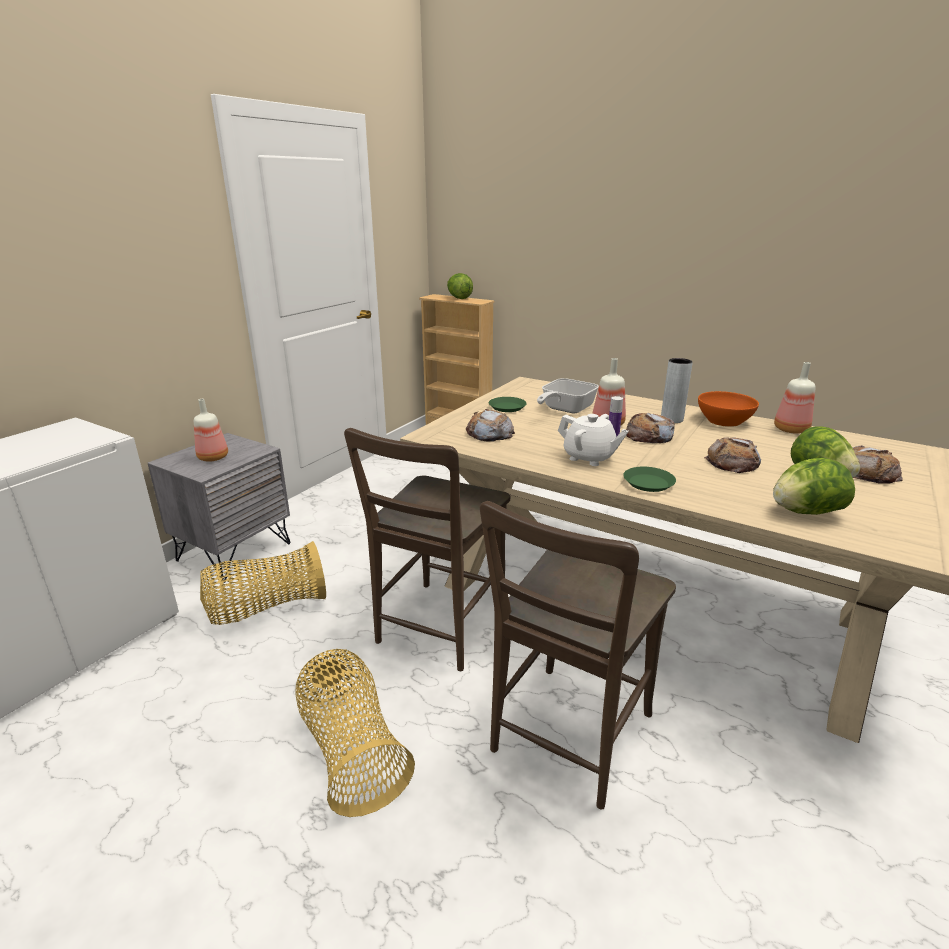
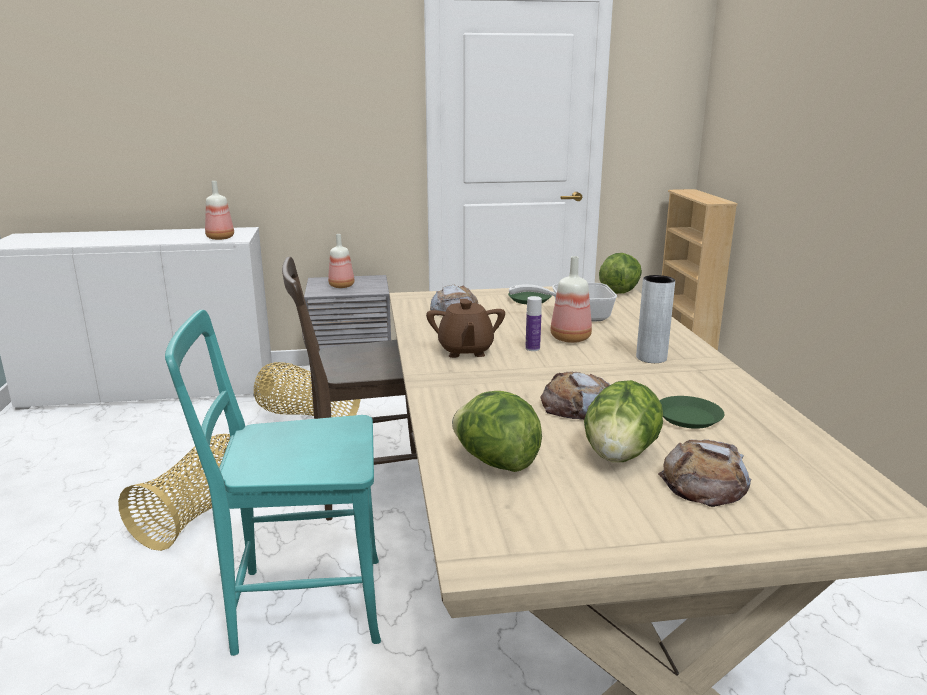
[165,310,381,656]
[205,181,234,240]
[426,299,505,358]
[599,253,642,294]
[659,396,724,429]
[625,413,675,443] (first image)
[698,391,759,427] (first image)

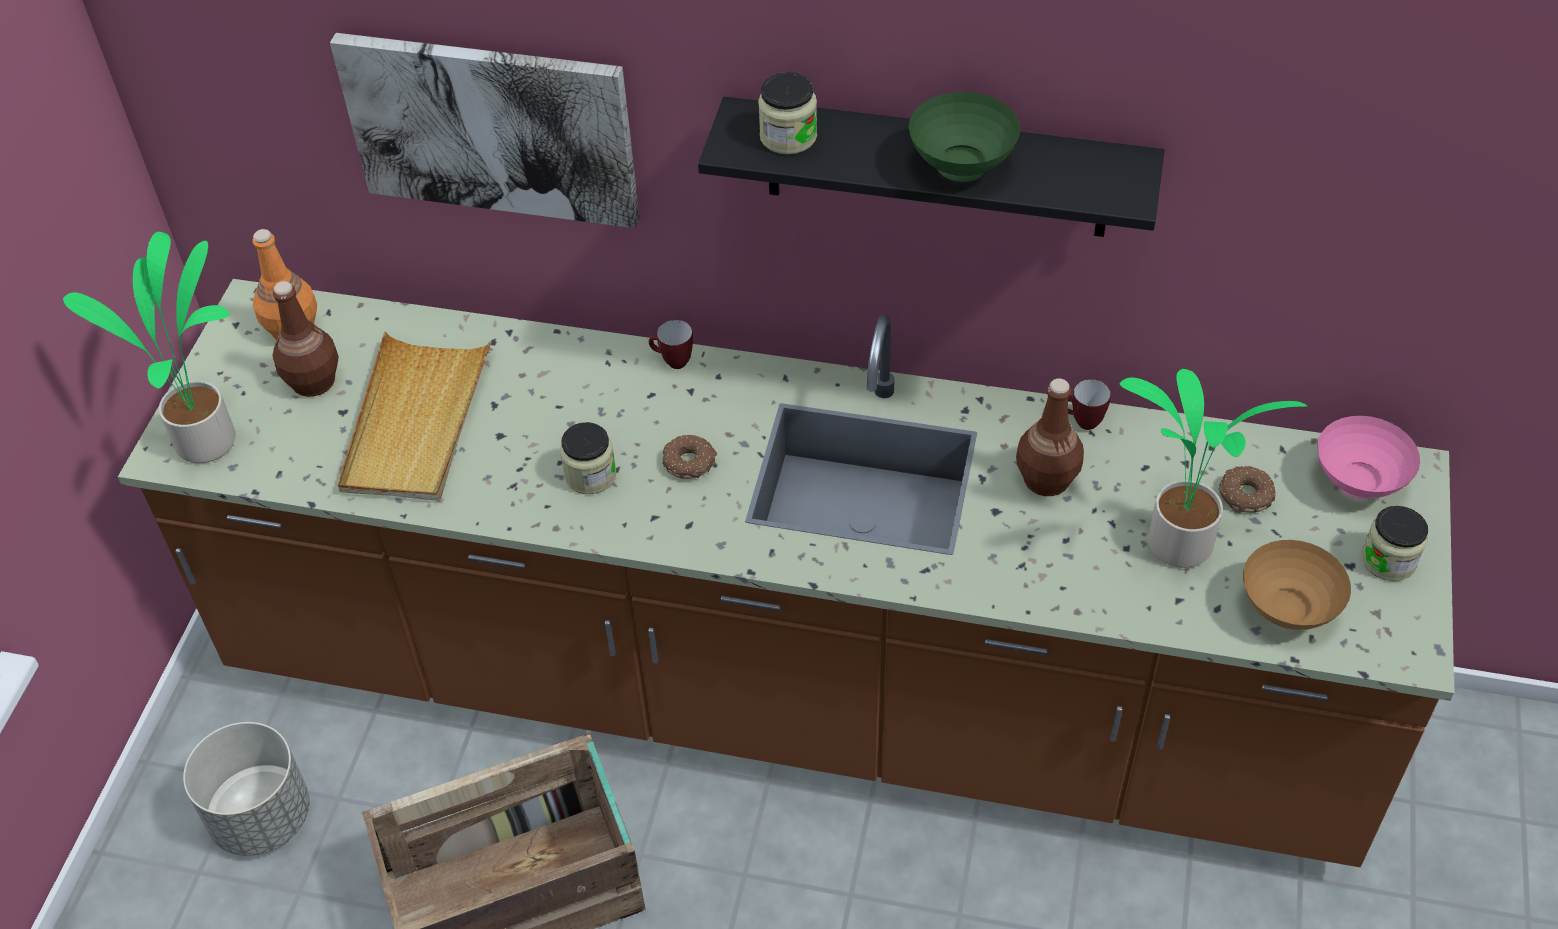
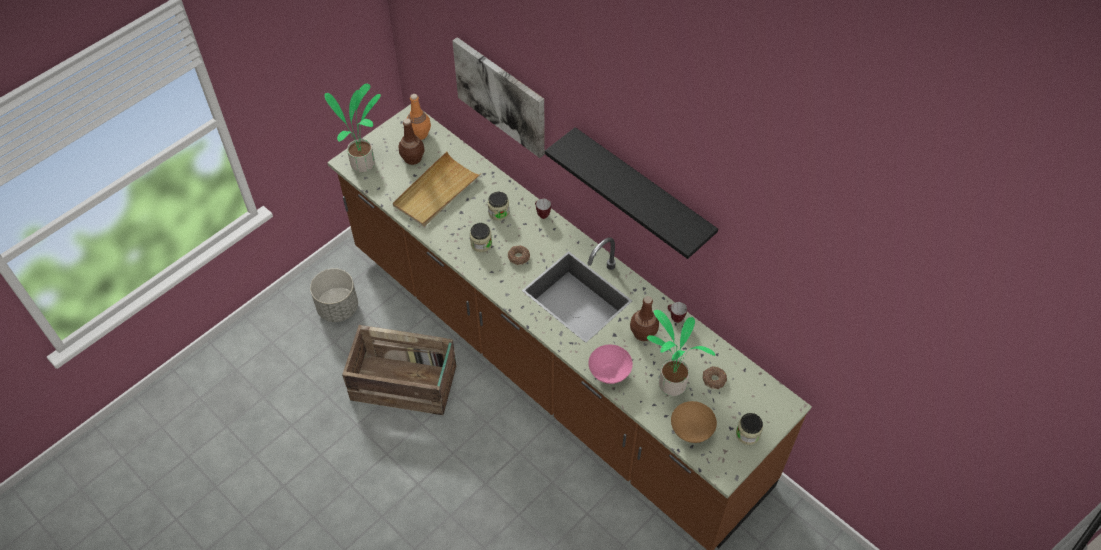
[488,191,509,221]
[588,344,633,384]
[909,92,1020,182] (first image)

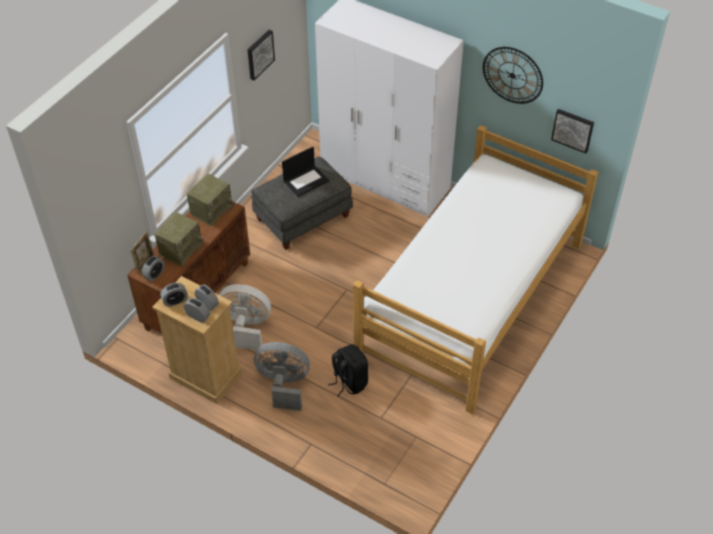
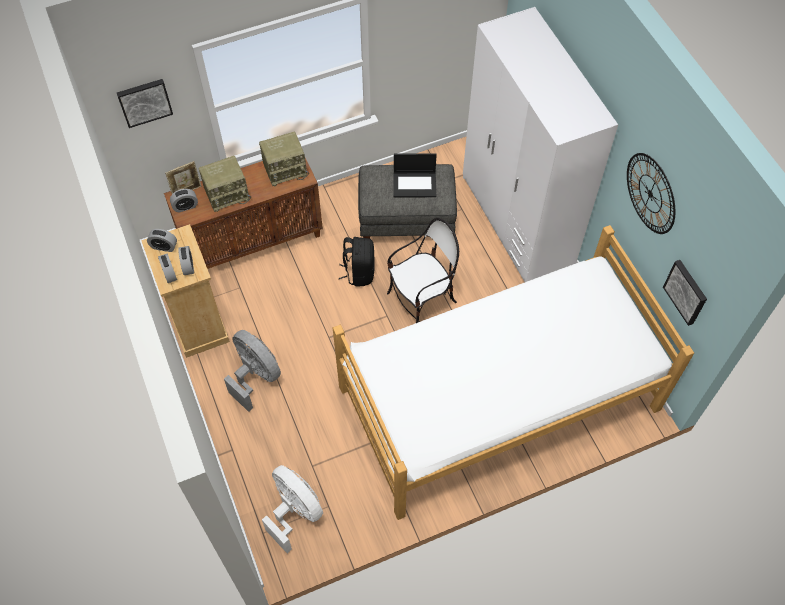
[117,79,173,128]
[262,465,323,553]
[339,237,375,286]
[387,218,459,323]

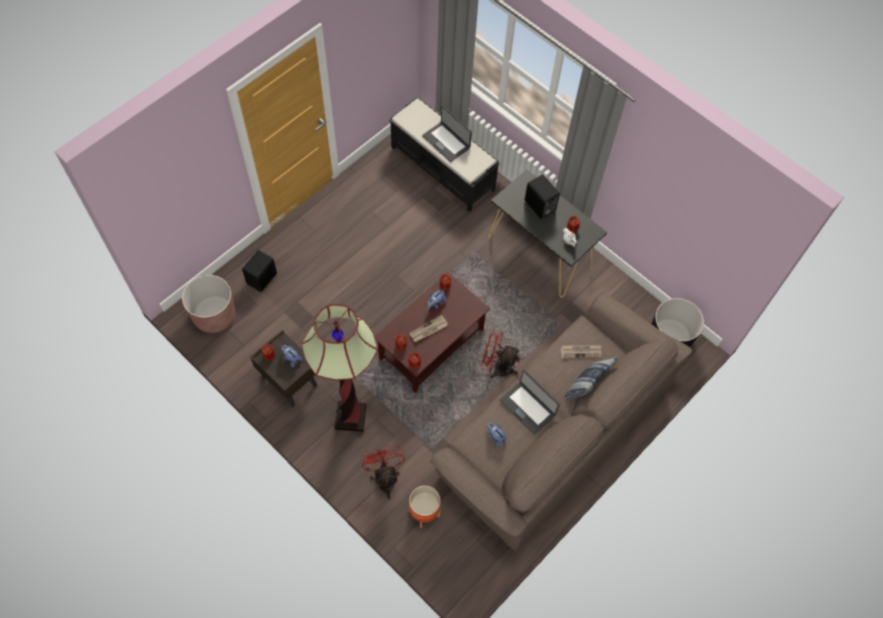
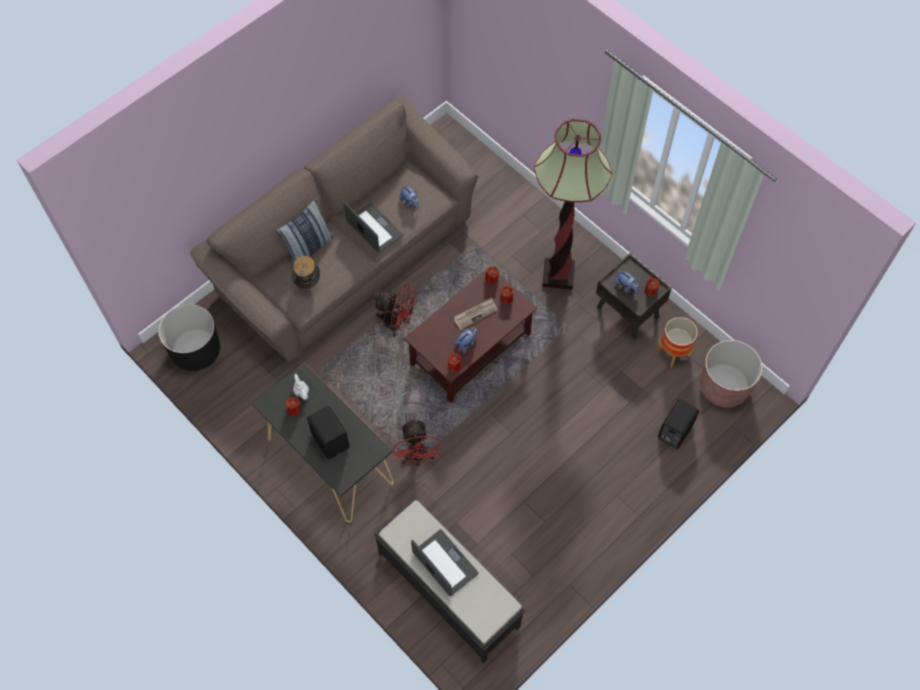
[292,256,320,289]
[393,418,442,467]
[658,317,698,367]

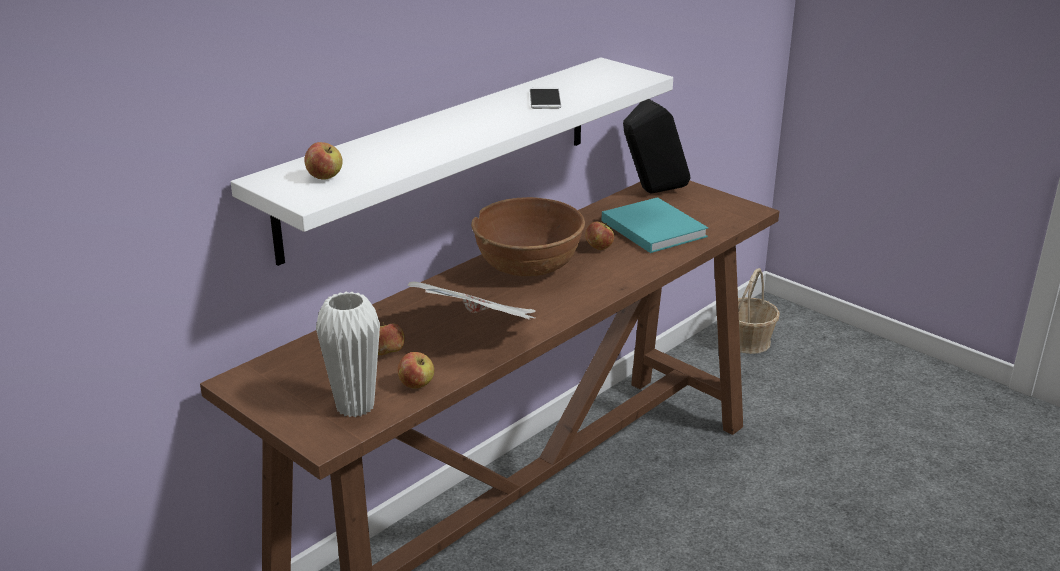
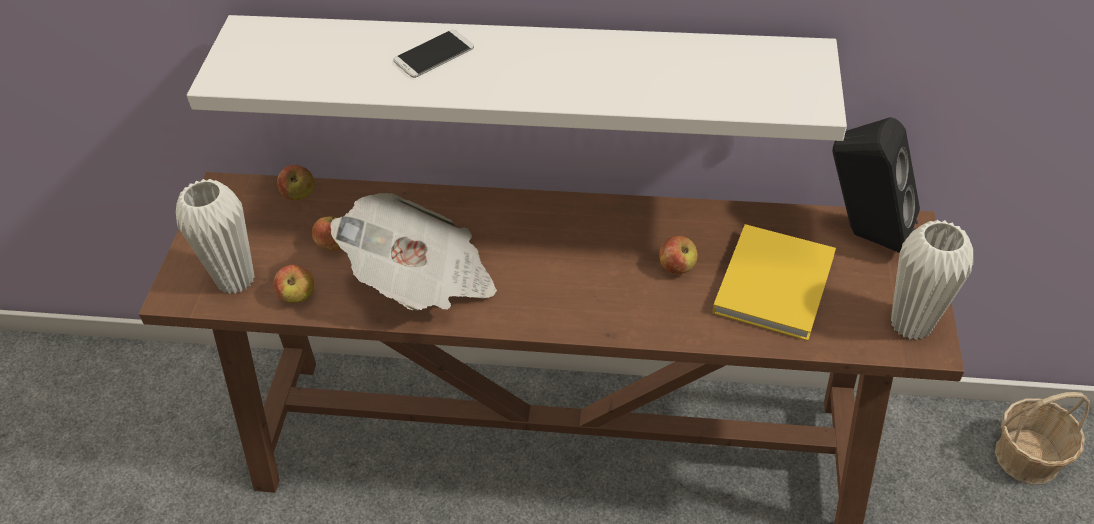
[277,165,314,200]
[393,30,474,78]
[712,224,836,341]
[891,220,973,340]
[471,197,585,276] (first image)

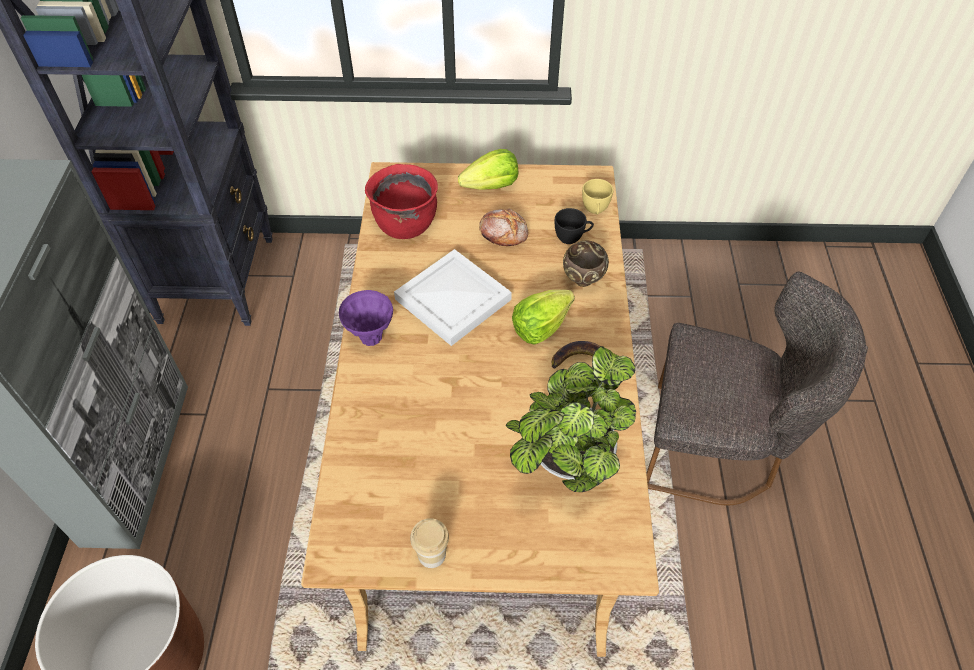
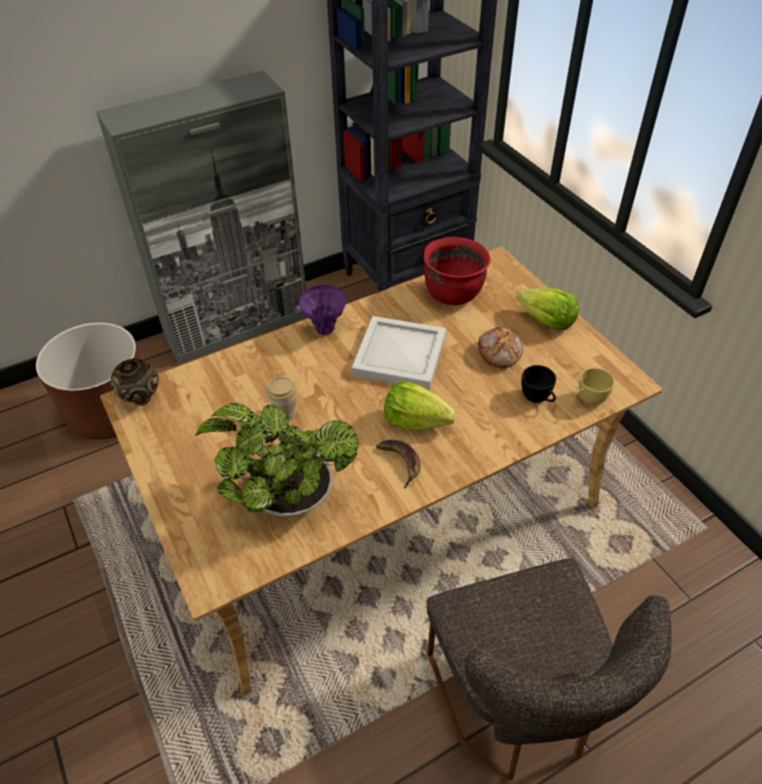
[111,359,159,406]
[266,377,297,420]

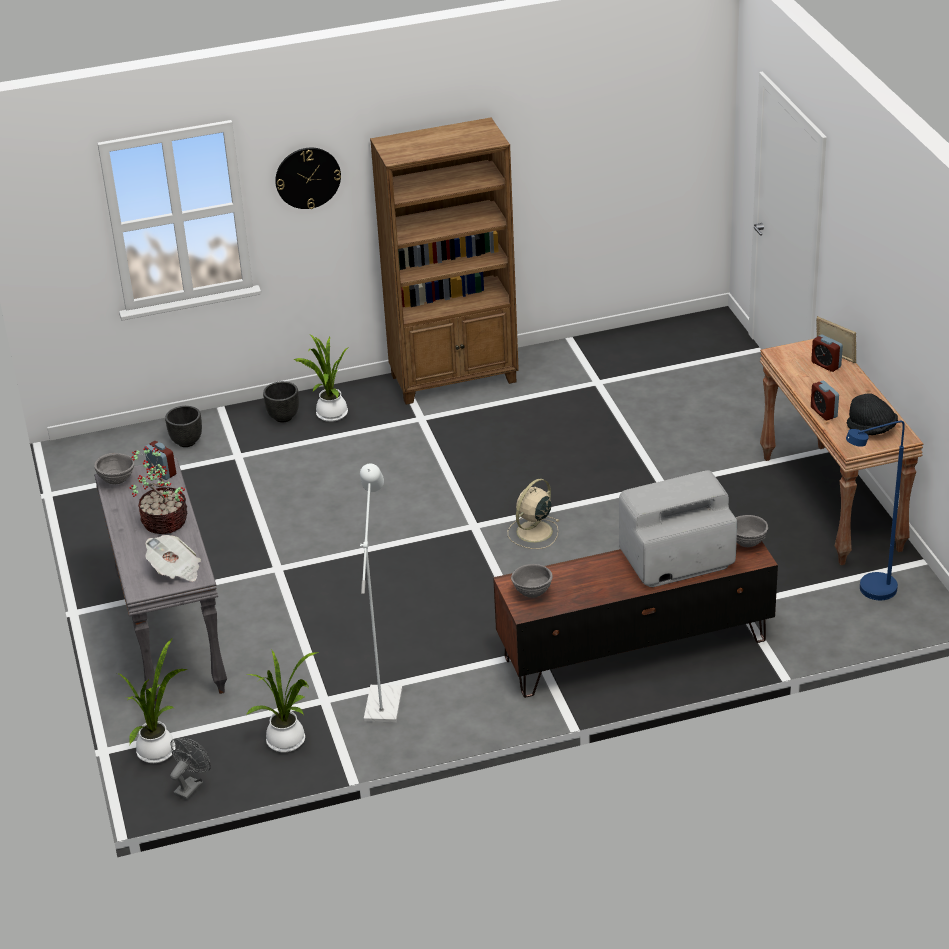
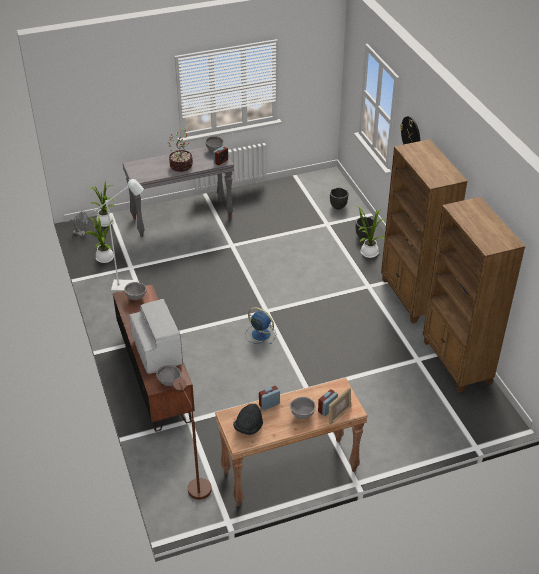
[173,378,212,500]
[245,307,276,344]
[290,397,316,419]
[423,197,525,393]
[145,535,201,582] (first image)

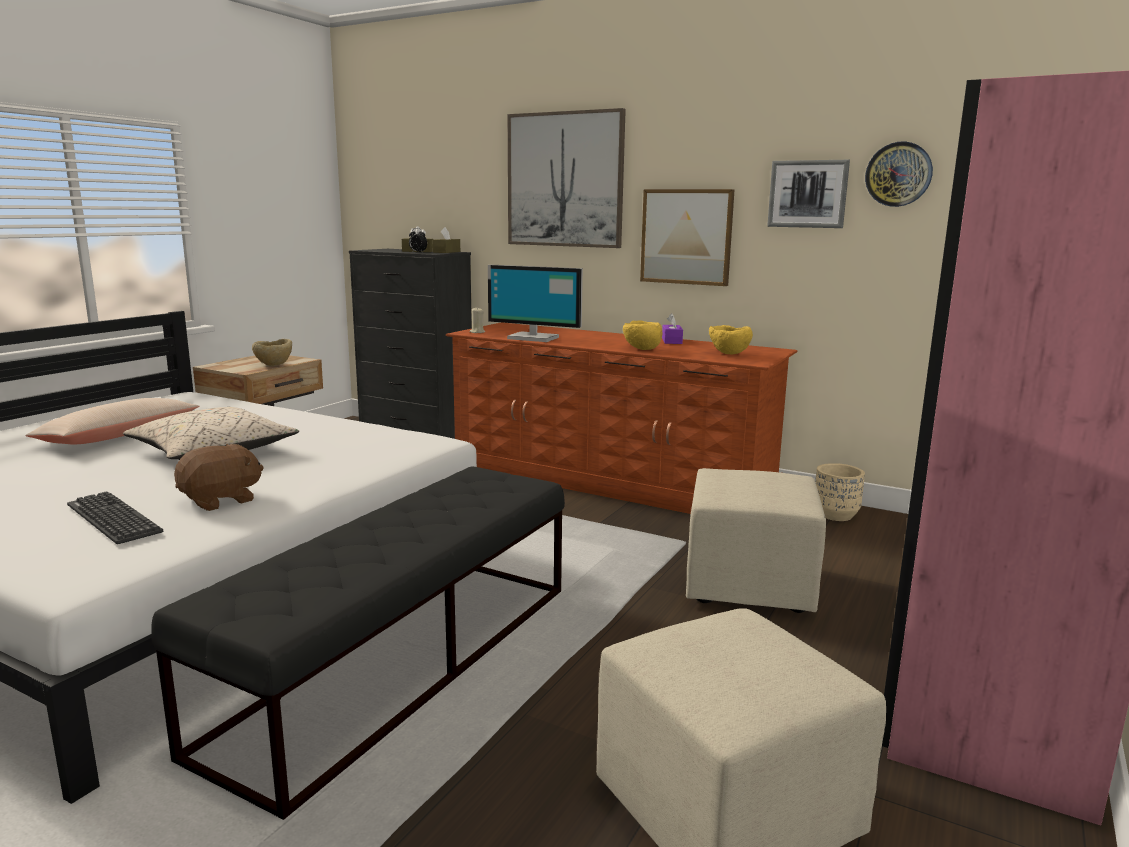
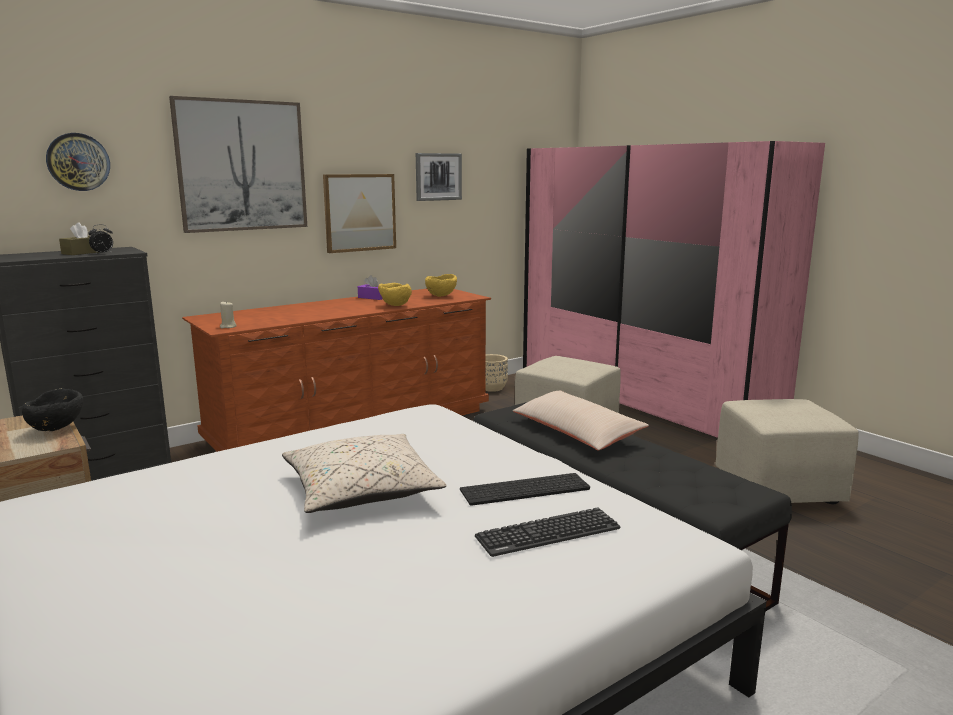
[22,388,83,431]
[46,133,110,191]
[460,473,590,506]
[513,390,649,450]
[433,227,460,253] (first image)
[488,265,583,342] (first image)

